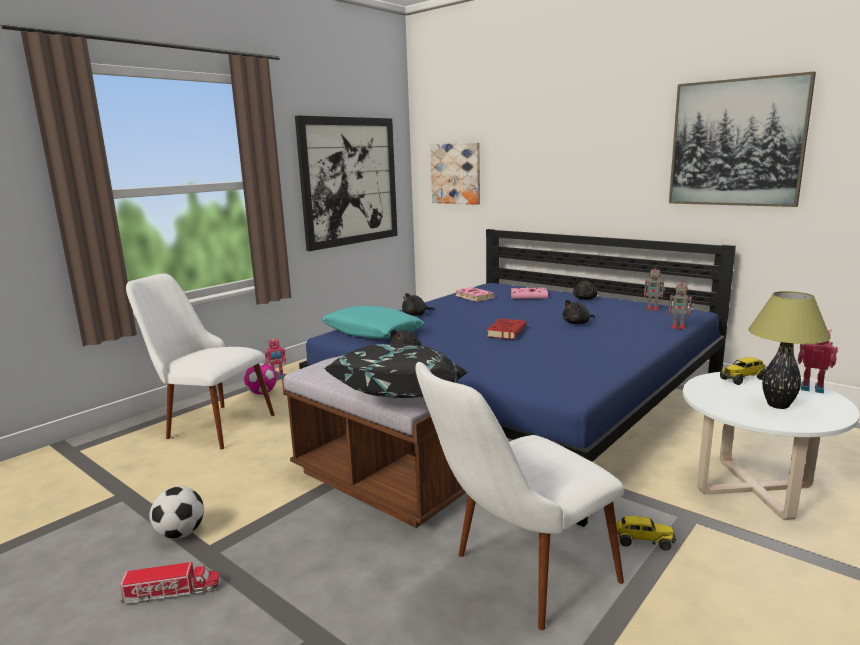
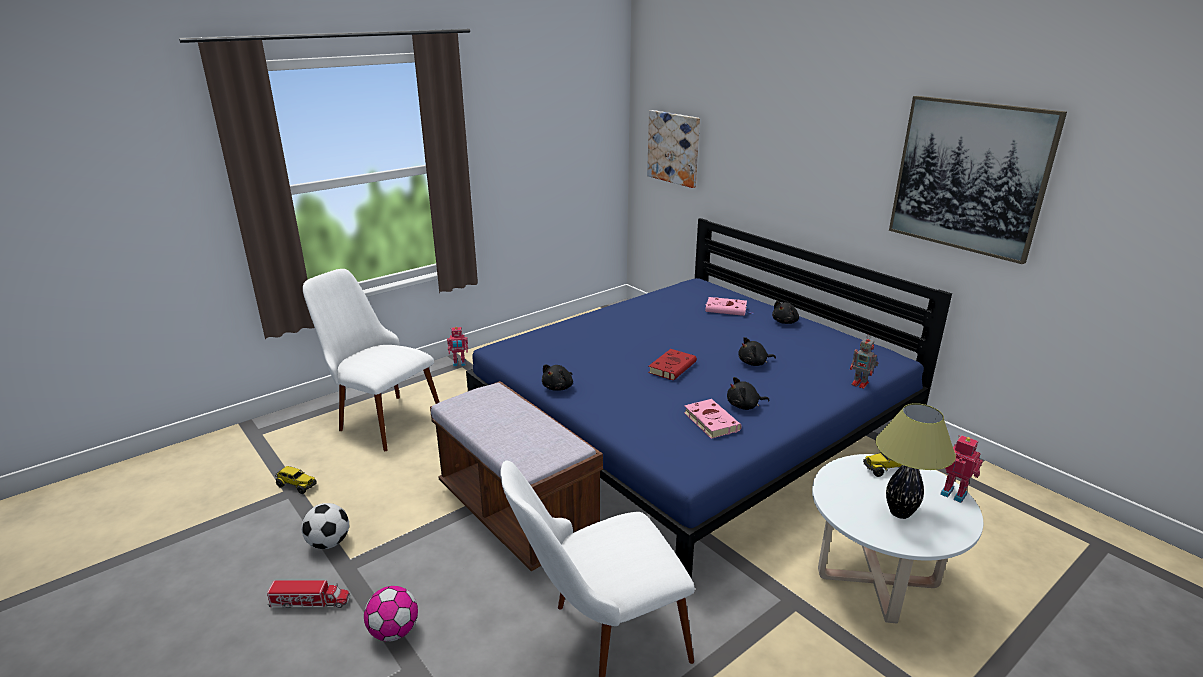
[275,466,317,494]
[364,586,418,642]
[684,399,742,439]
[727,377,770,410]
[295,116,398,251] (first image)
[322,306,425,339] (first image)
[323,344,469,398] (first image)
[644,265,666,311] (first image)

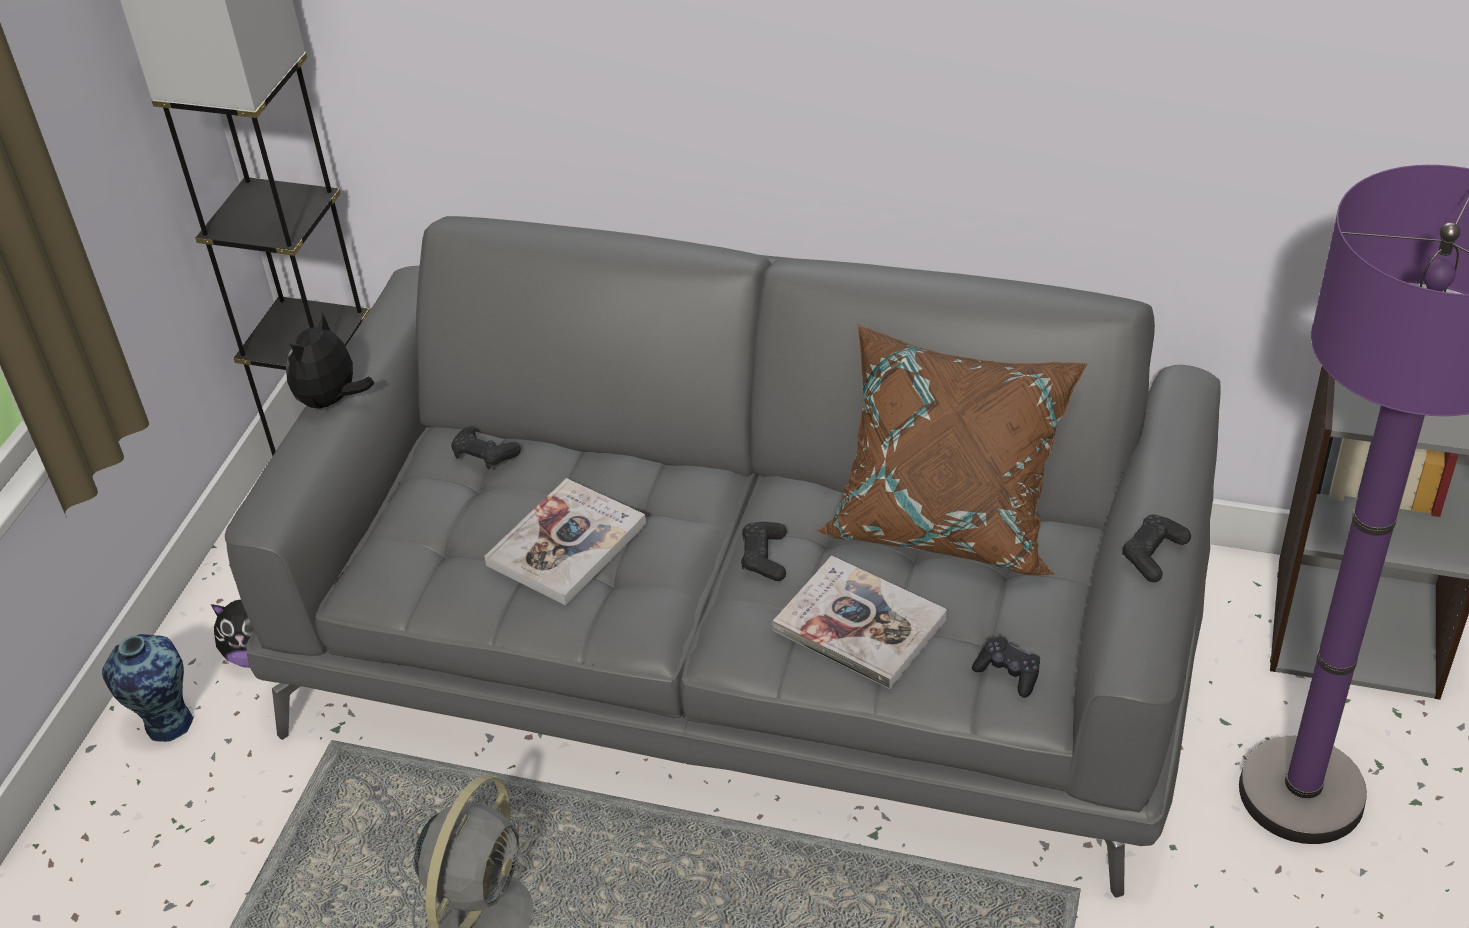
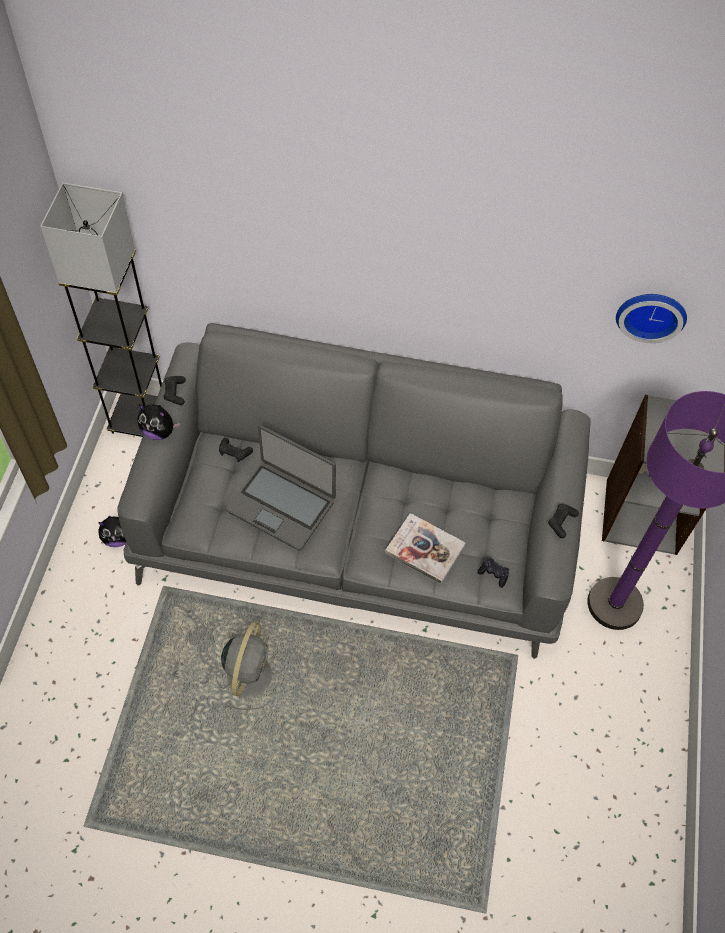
[138,404,180,440]
[164,376,186,405]
[226,425,336,551]
[616,294,687,343]
[102,634,194,742] (first image)
[816,325,1087,575] (first image)

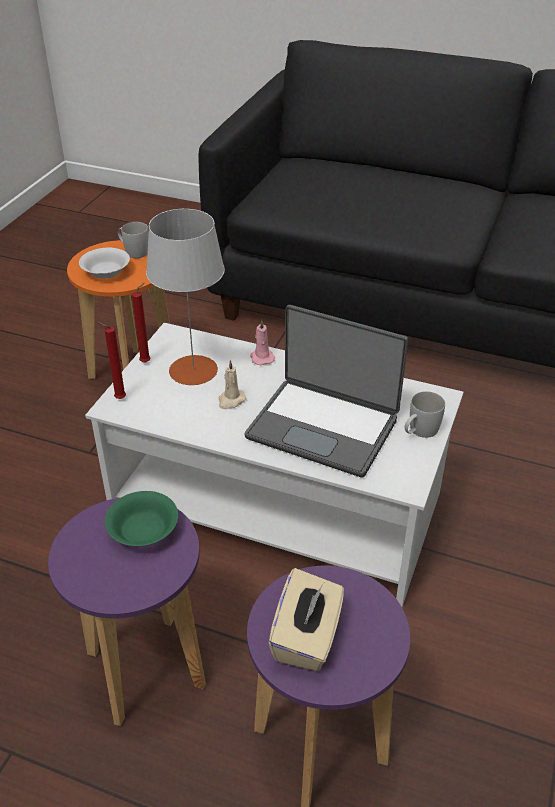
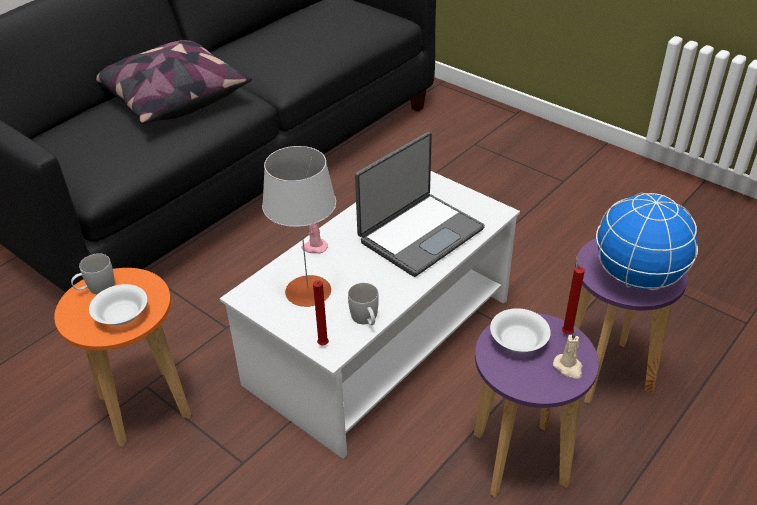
[96,40,252,124]
[348,283,379,325]
[490,308,551,352]
[553,330,582,379]
[562,256,585,334]
[596,193,698,290]

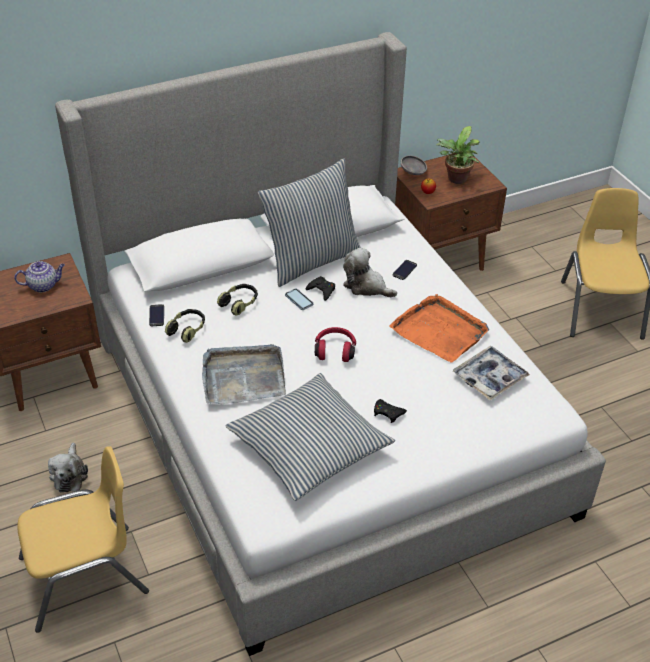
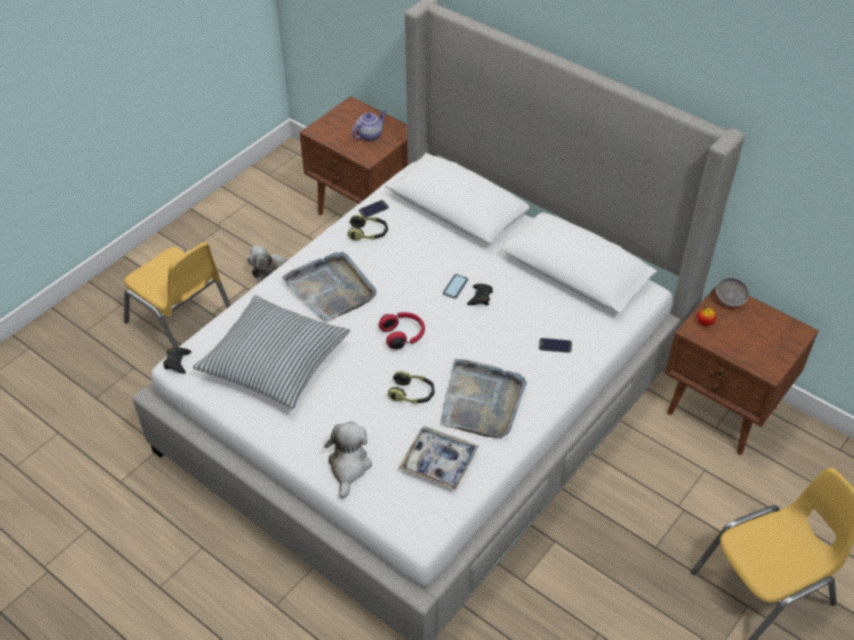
[163,348,191,374]
[324,421,372,498]
[351,110,386,141]
[388,371,435,404]
[440,359,527,438]
[258,159,360,287] (first image)
[436,126,480,184] (first image)

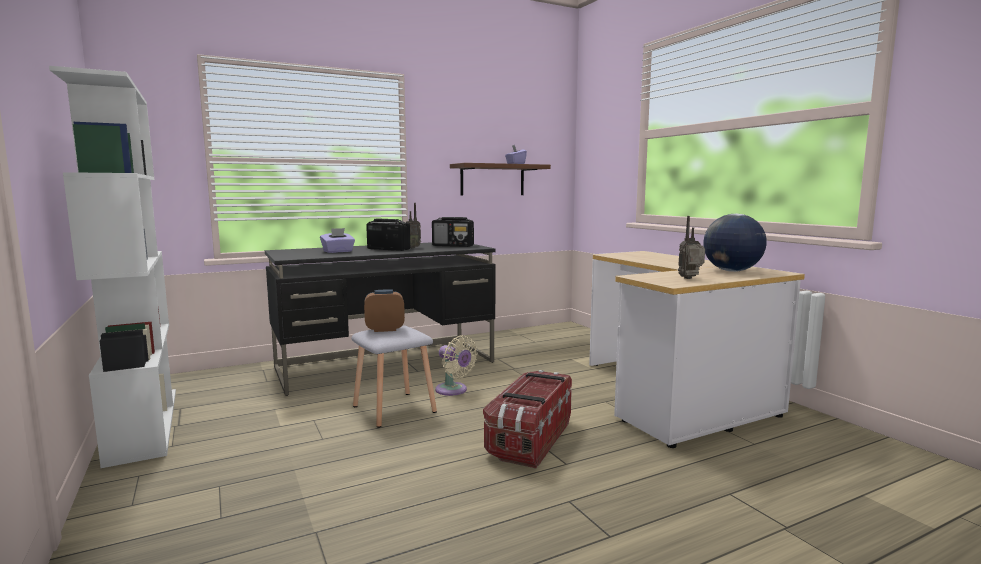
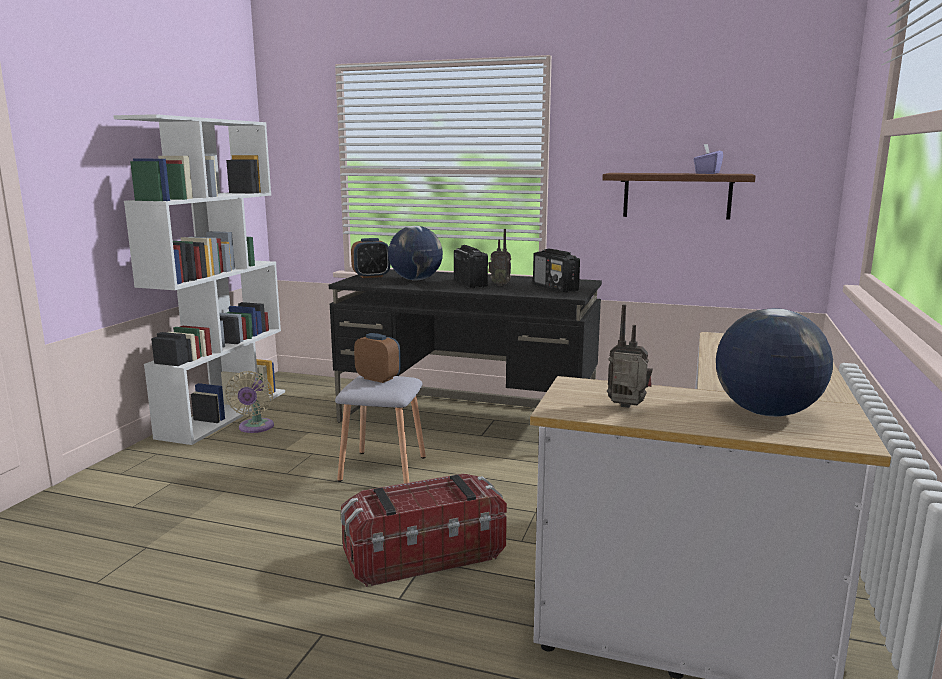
[225,371,274,433]
[351,238,390,278]
[388,226,443,281]

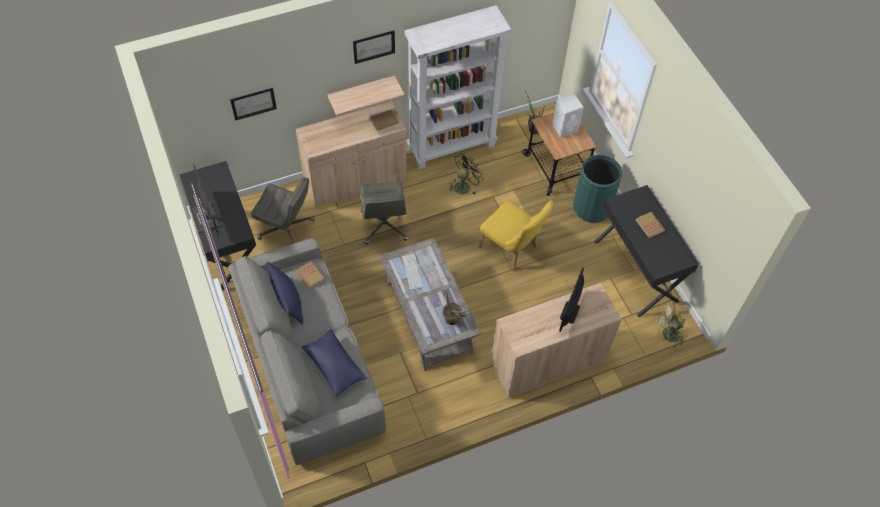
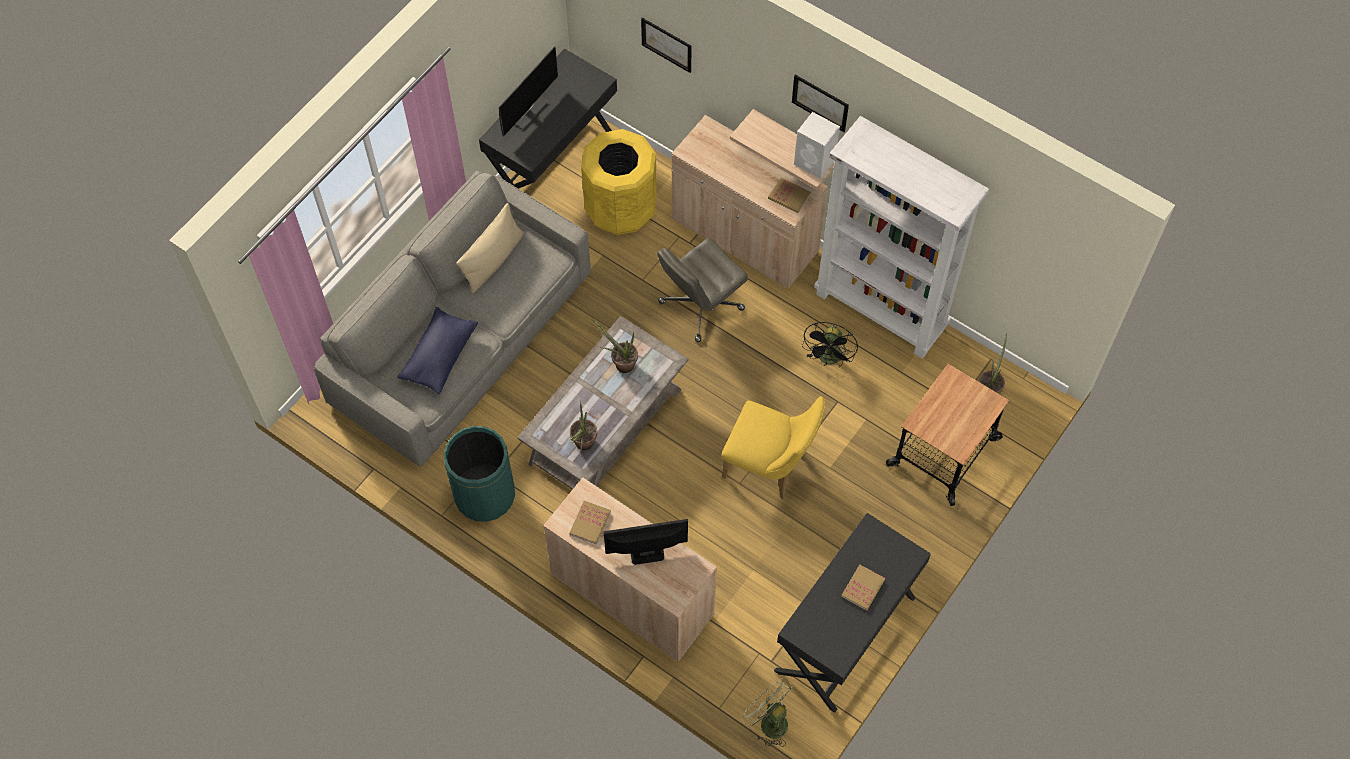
[444,426,515,522]
[456,203,524,293]
[569,501,611,545]
[581,129,657,235]
[593,320,638,373]
[722,396,825,499]
[794,112,840,179]
[802,322,858,367]

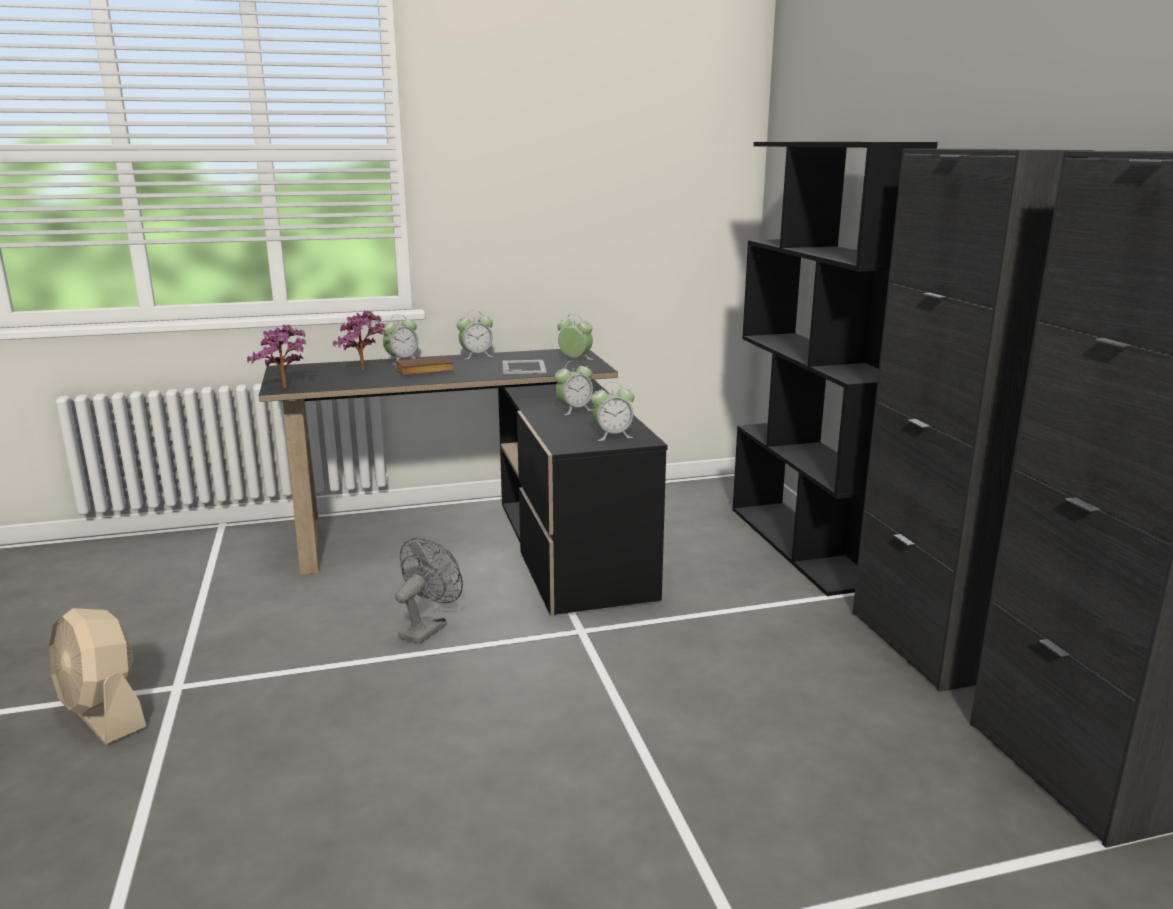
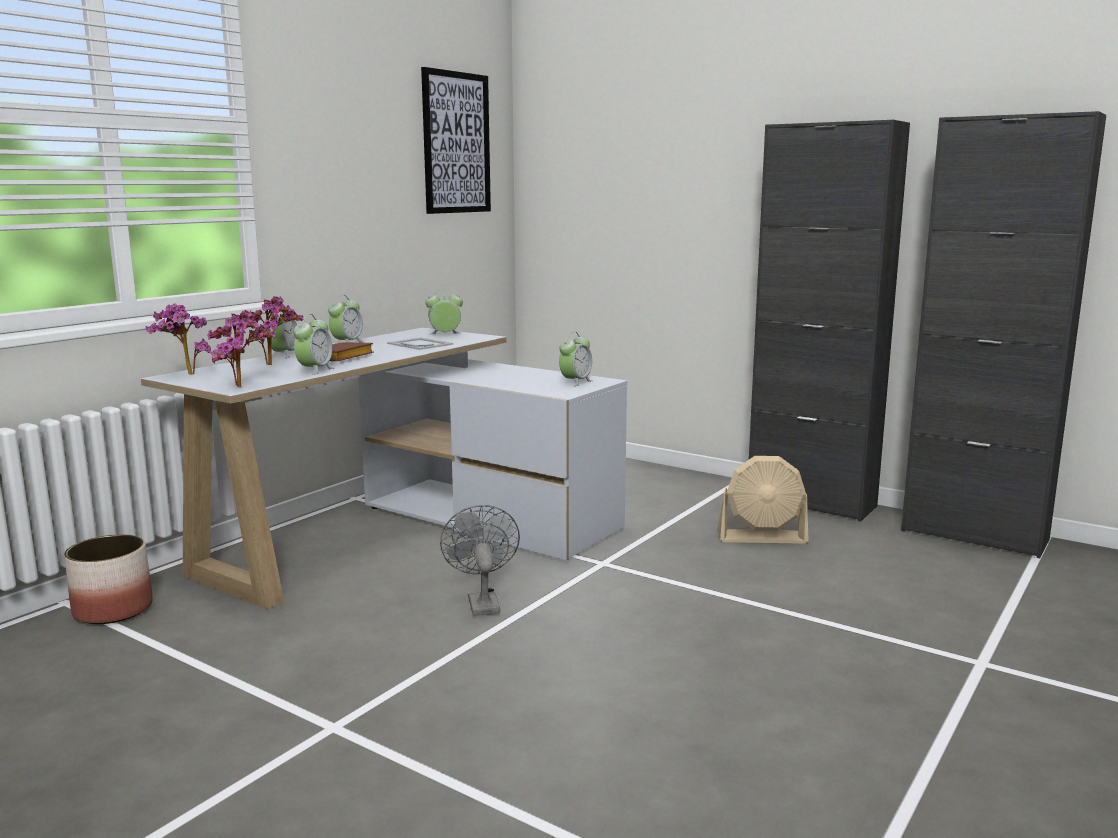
[64,534,153,624]
[141,327,628,609]
[146,303,211,375]
[294,314,334,375]
[421,67,491,214]
[717,456,809,544]
[733,142,938,596] (first image)

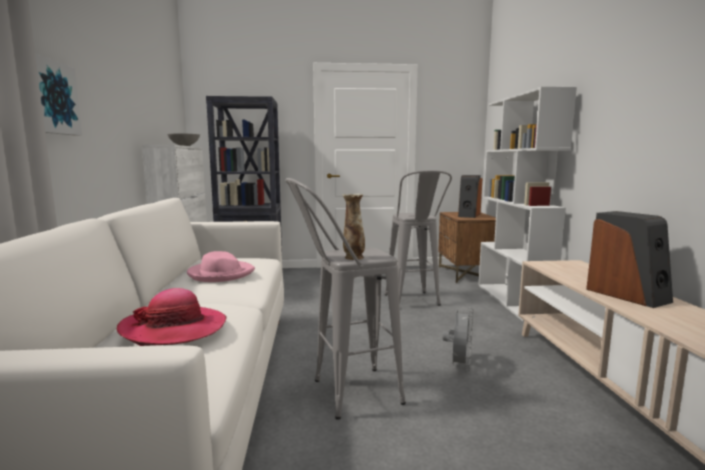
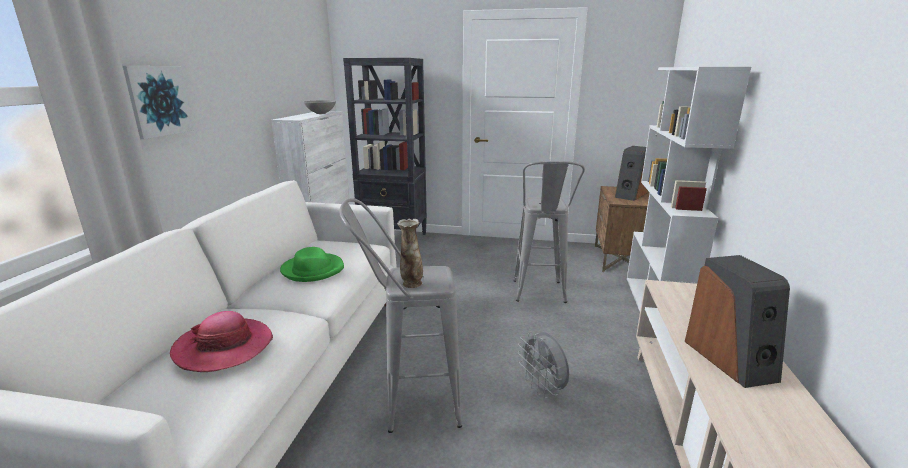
[280,247,344,282]
[518,331,569,398]

